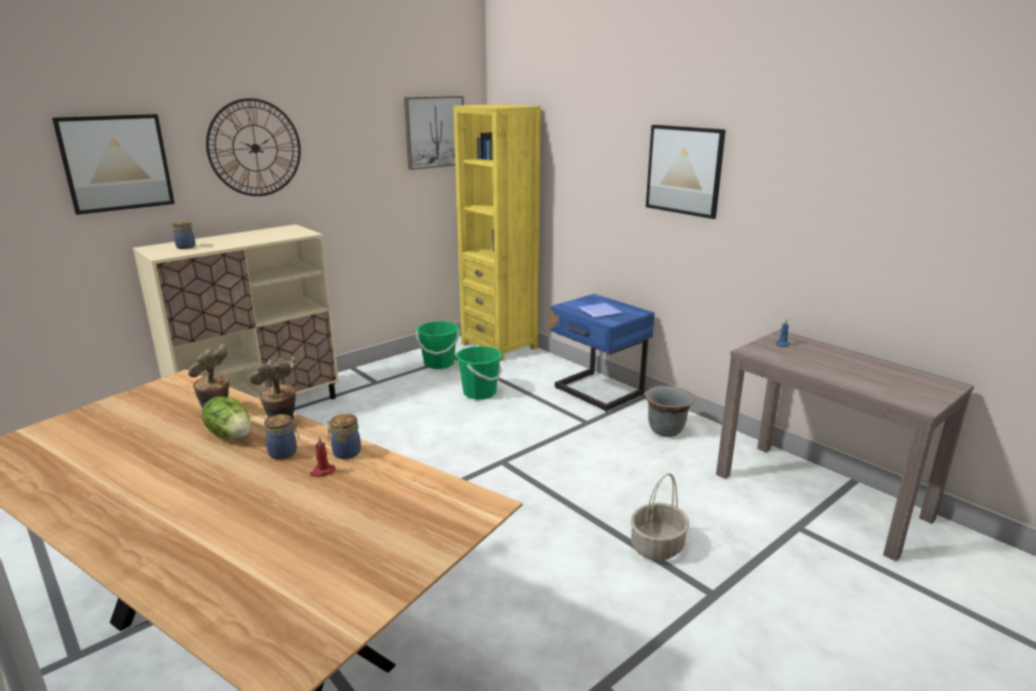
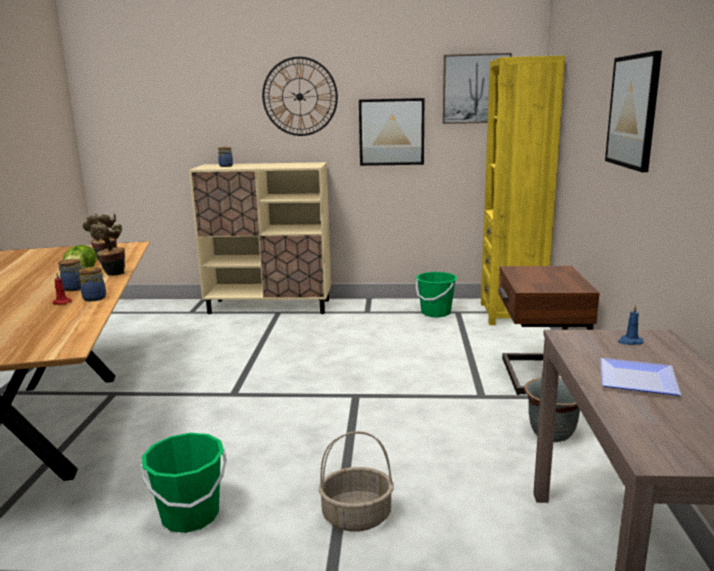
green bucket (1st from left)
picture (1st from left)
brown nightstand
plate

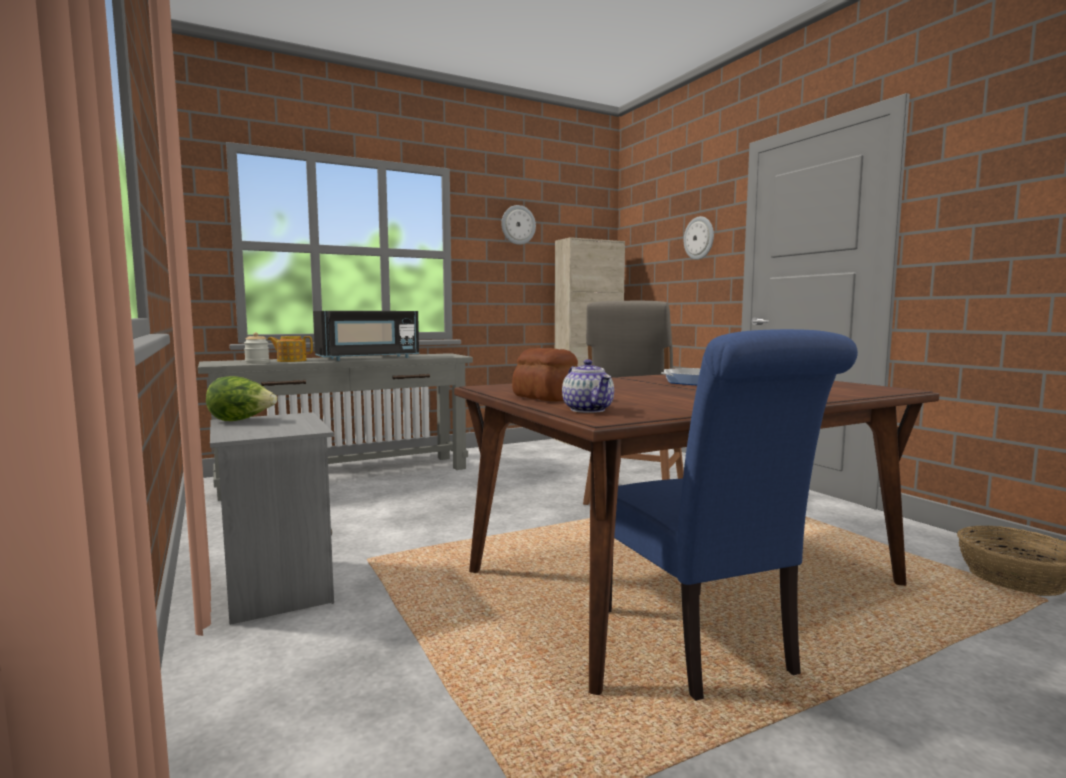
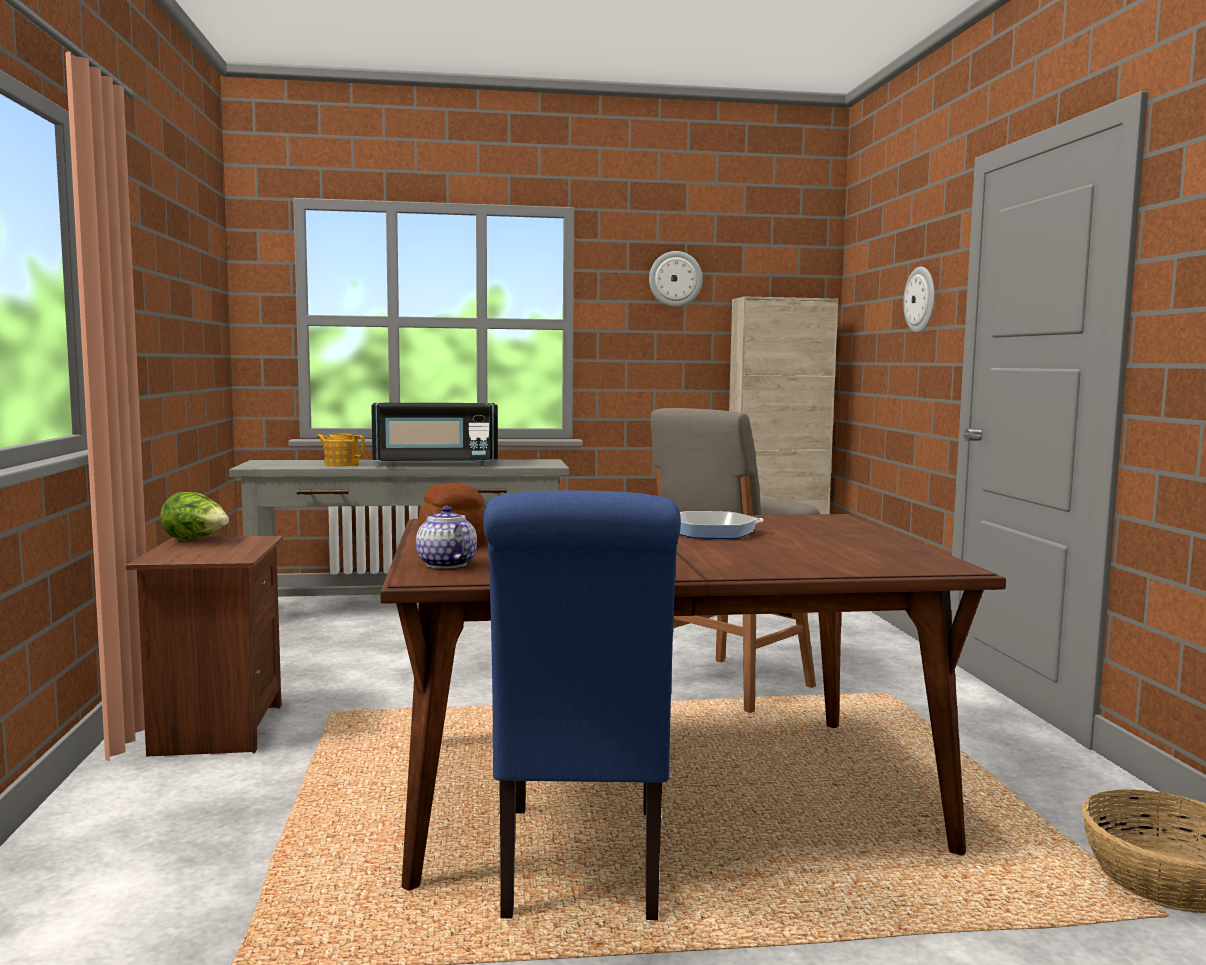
brown nightstand
teapot (2nd from left)
jar

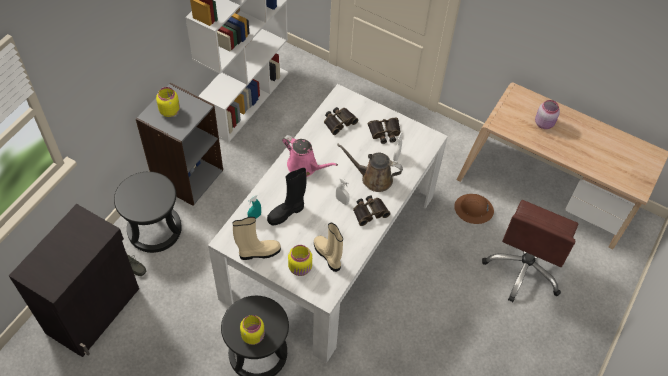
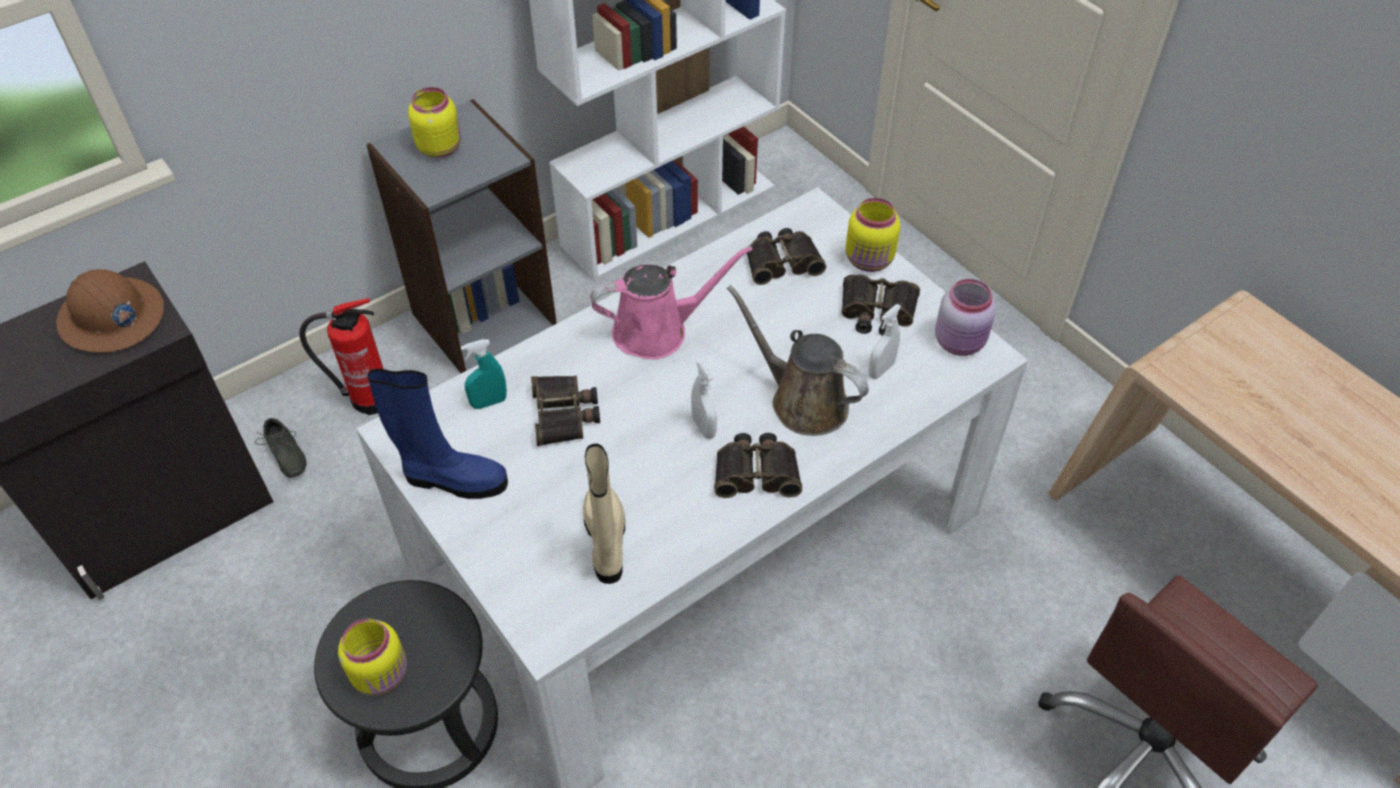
brown hard hat
fire extinguisher
blue boot
binoculars (1st from left)
pink watering can
yellow jar (3rd from left)
pink jar

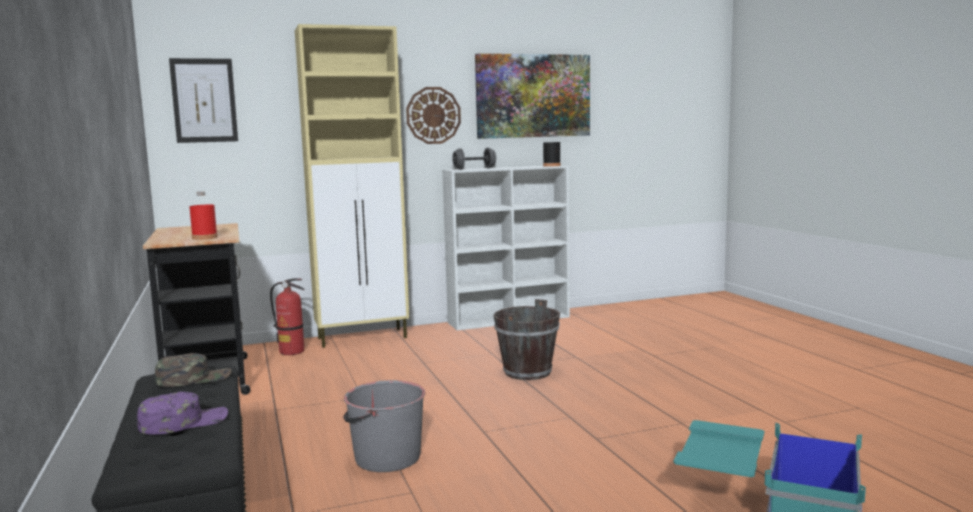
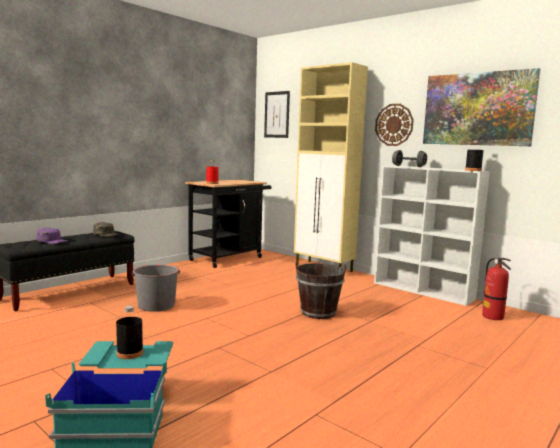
black bottle (1st from left)
fire extinguisher

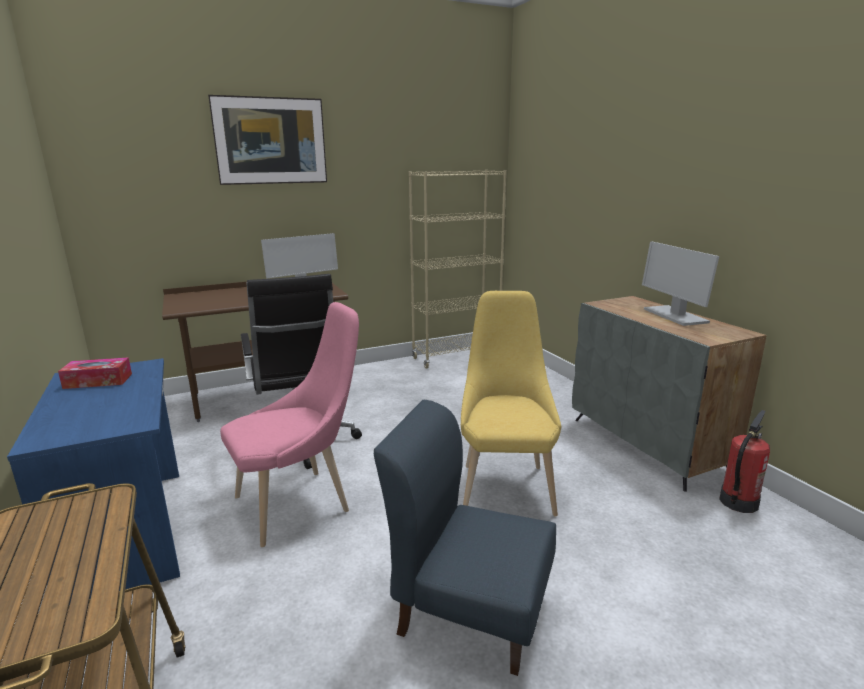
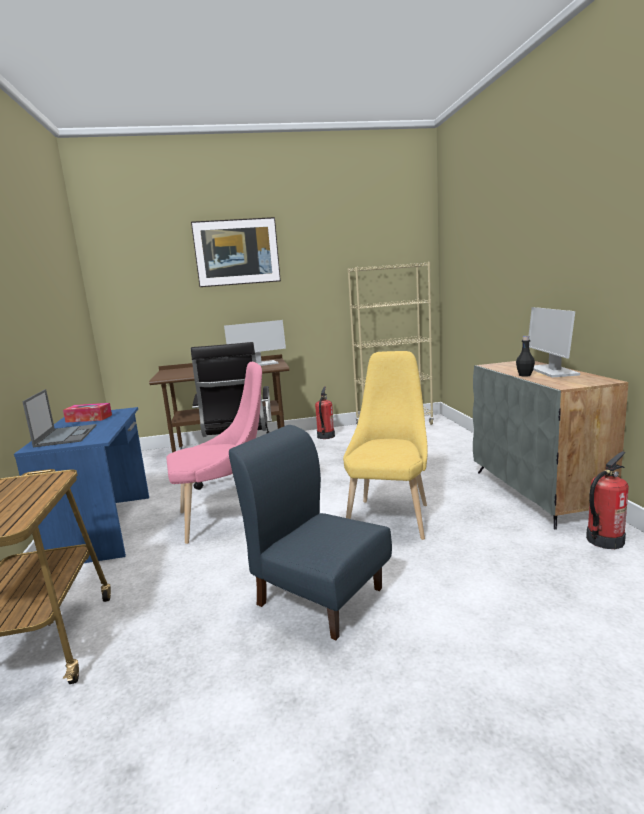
laptop
fire extinguisher (1st from left)
black bottle

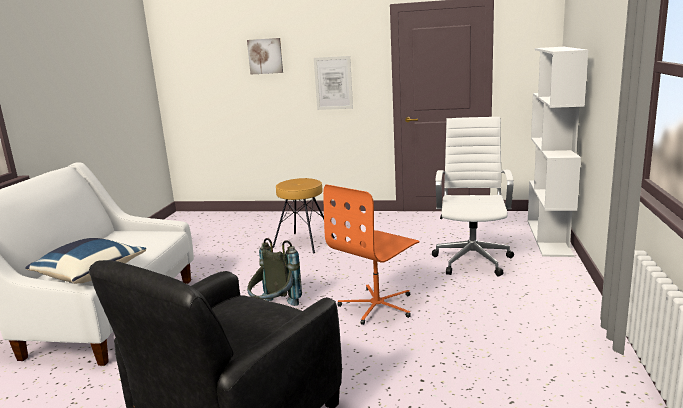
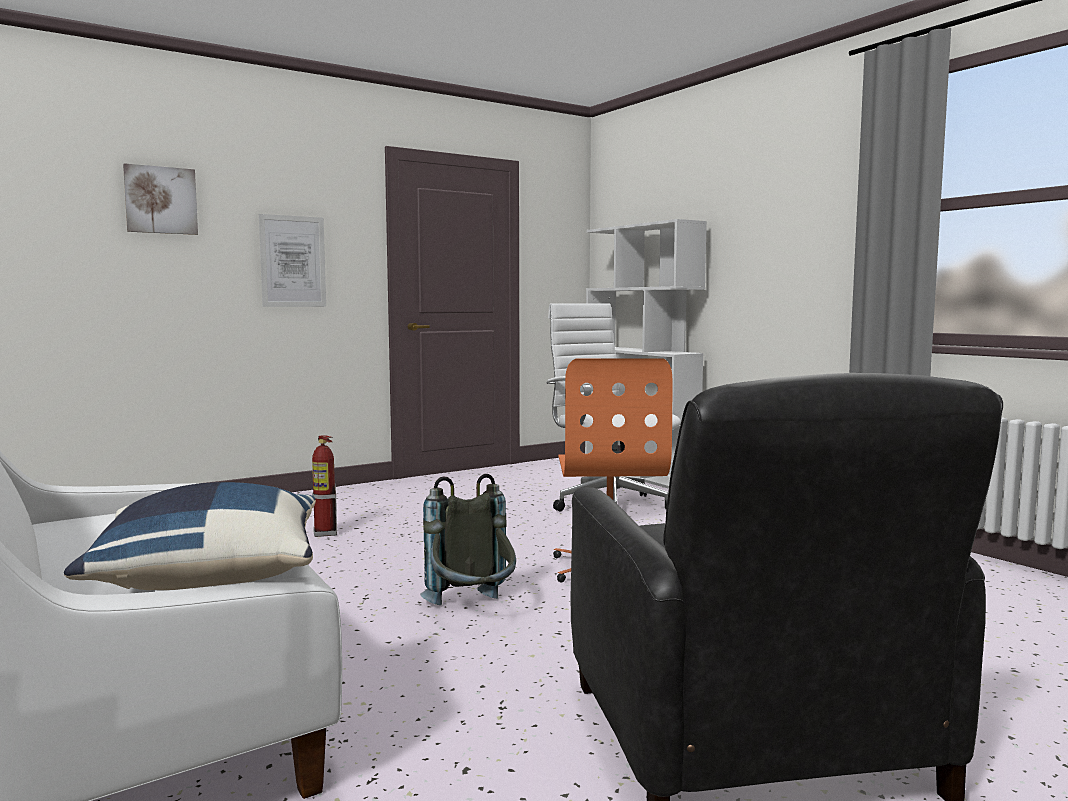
fire extinguisher

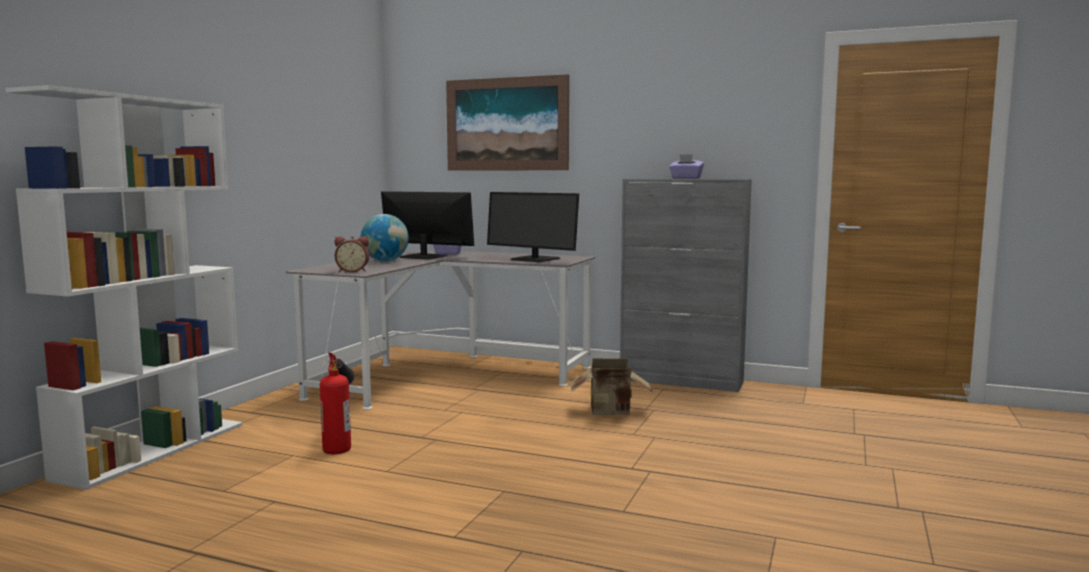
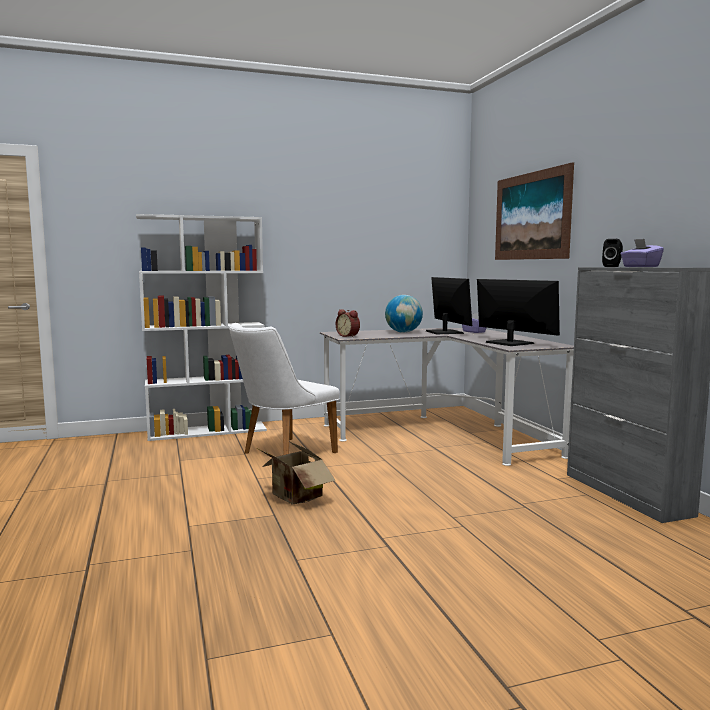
white chair
cardboard box
monitor (2nd from left)
black speaker

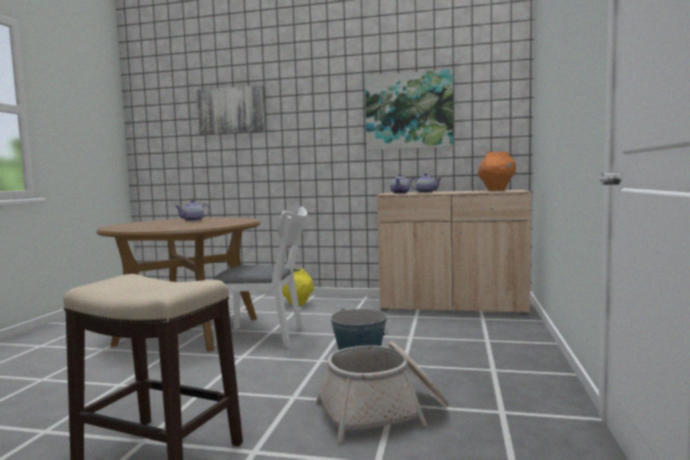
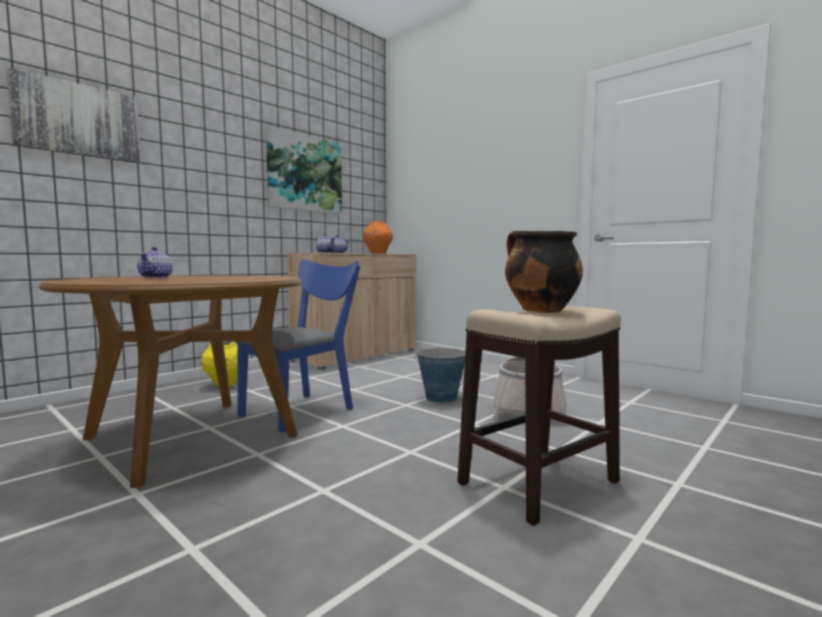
blue chair
cooking pot

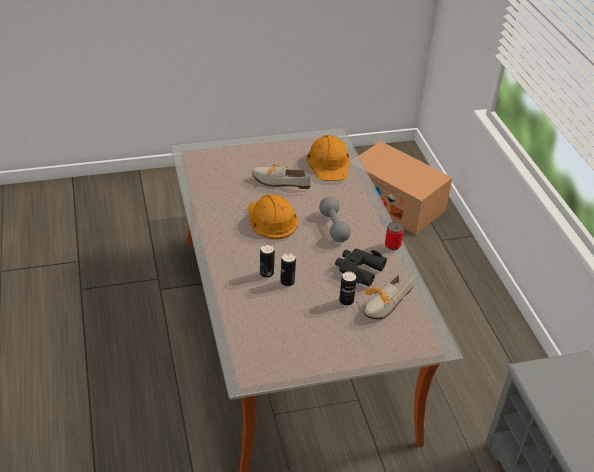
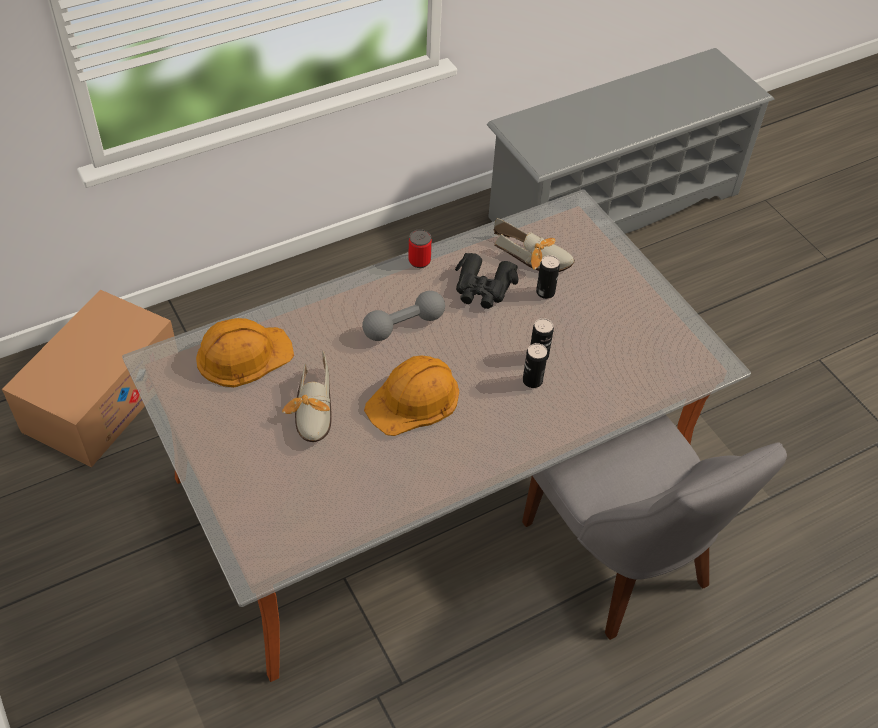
grey chair

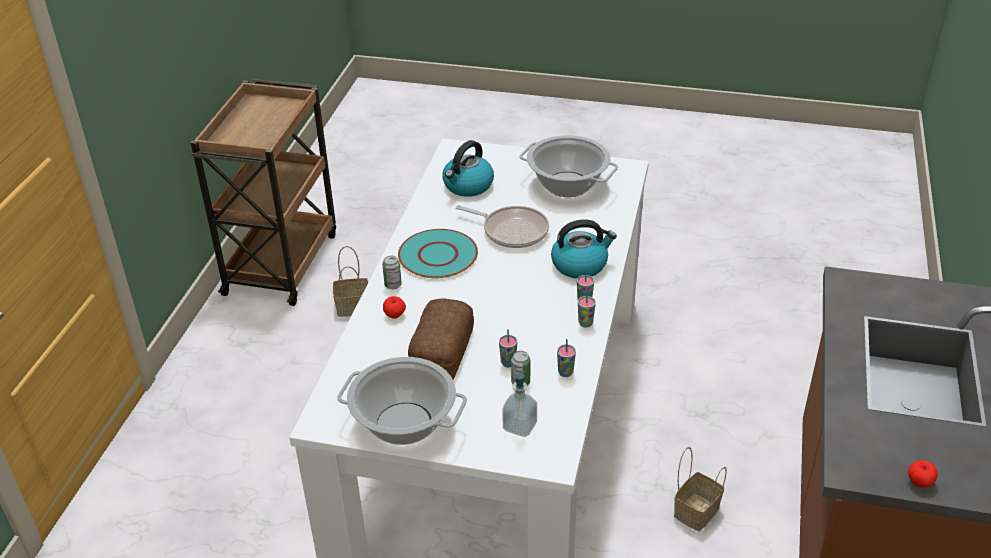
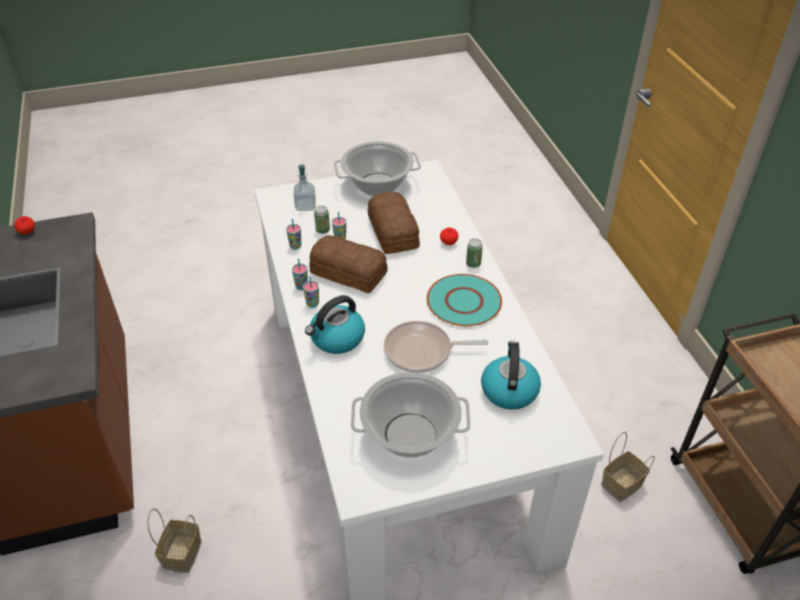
basket (1st from left)
bread (1st from left)

